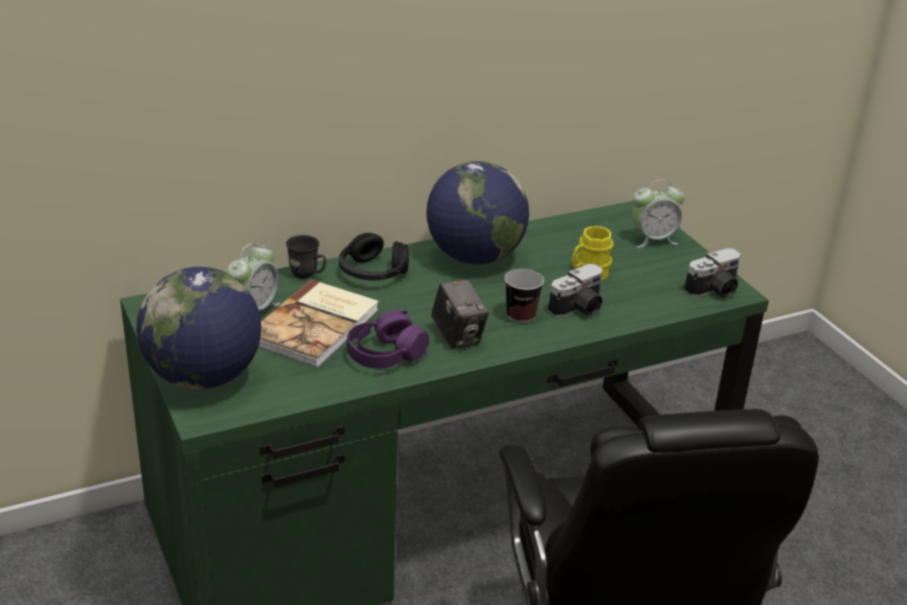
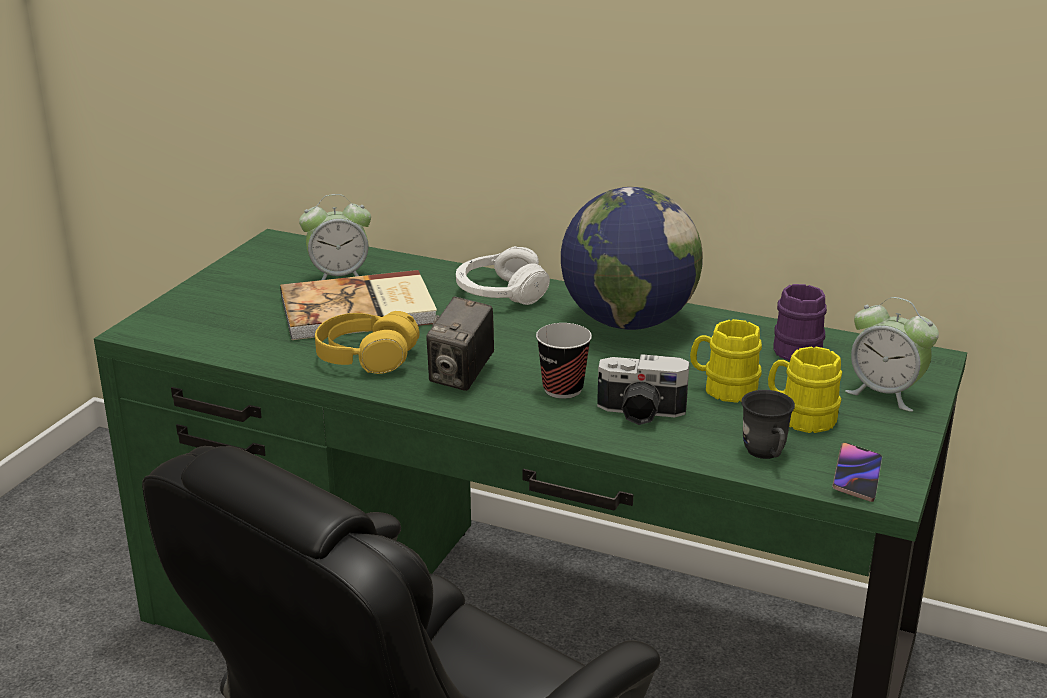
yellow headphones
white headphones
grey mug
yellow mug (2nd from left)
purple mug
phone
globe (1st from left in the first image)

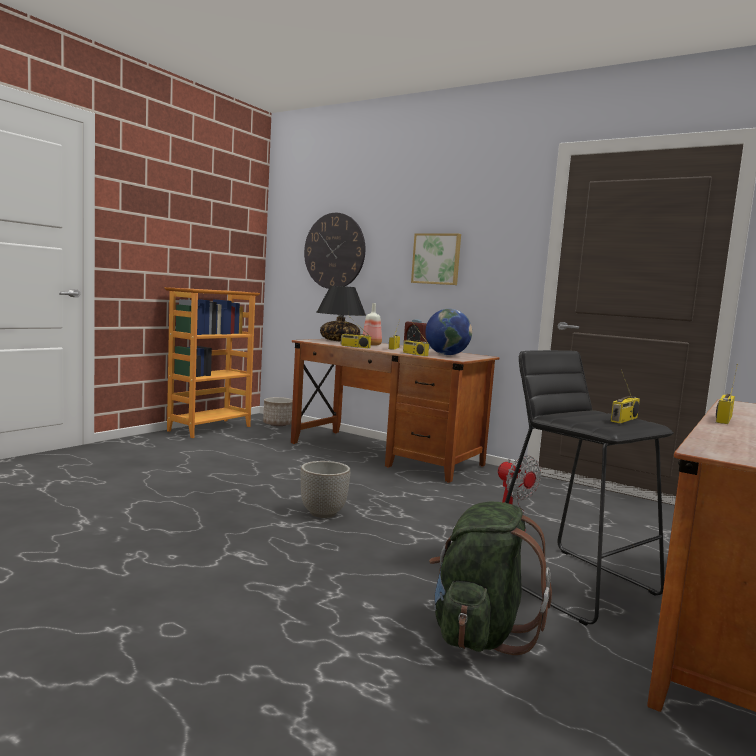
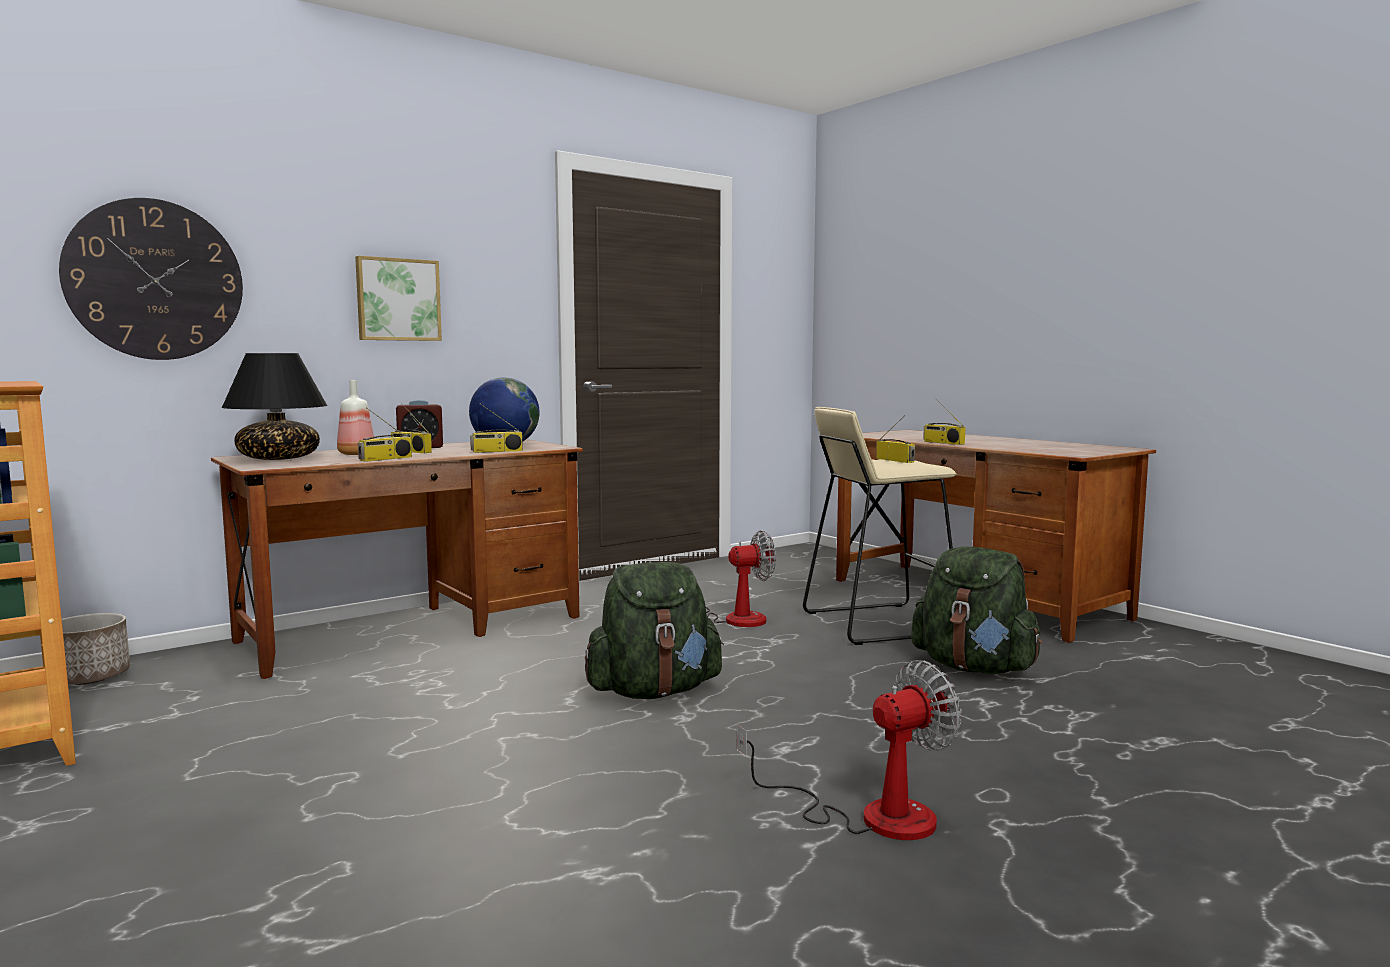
green backpack (1st from left)
fan (2nd from left)
beige stool

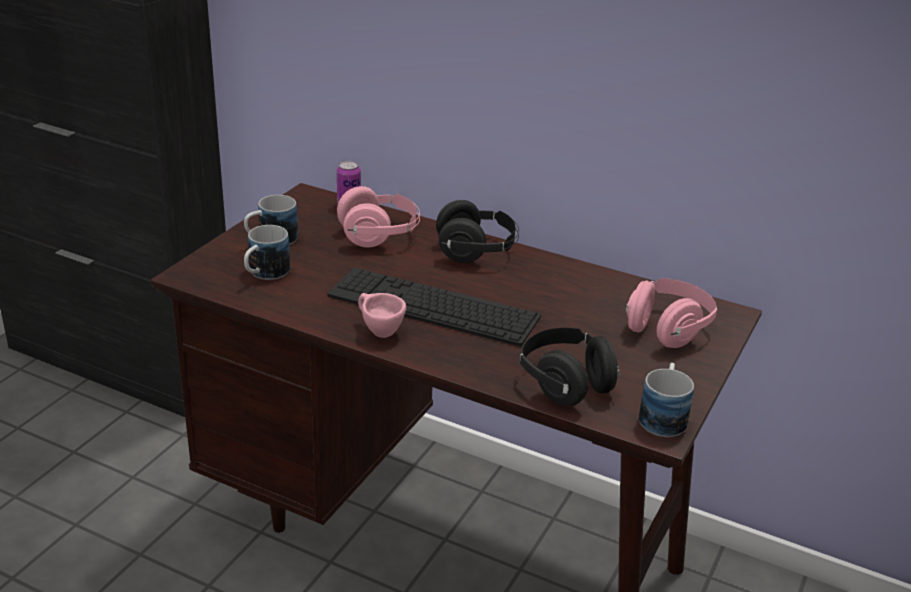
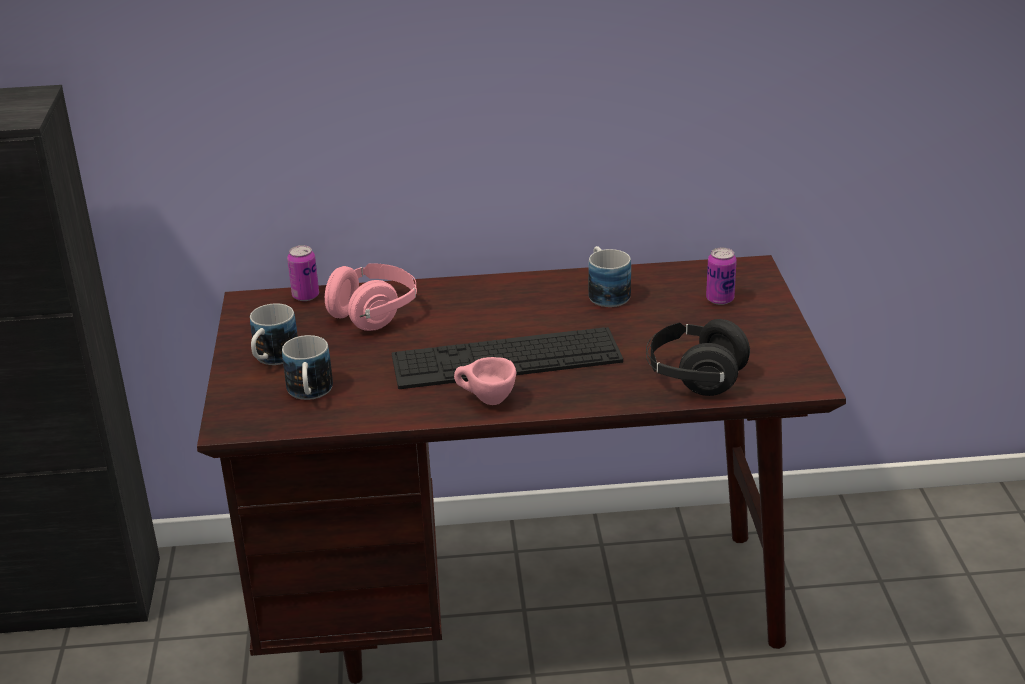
mug (3rd from left)
can (2nd from left)
black headphones (1st from left in the first image)

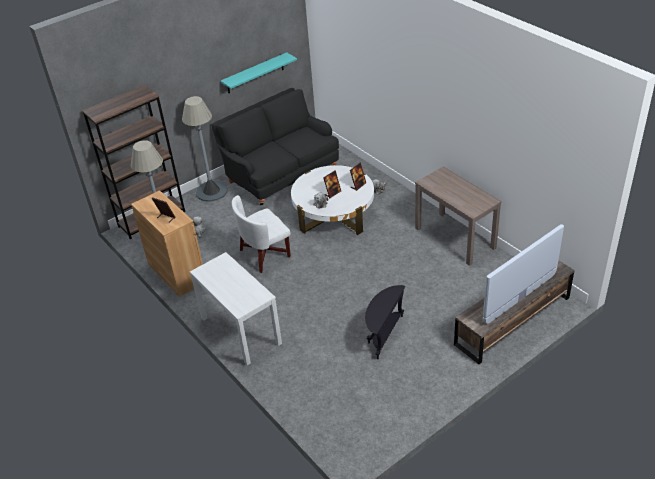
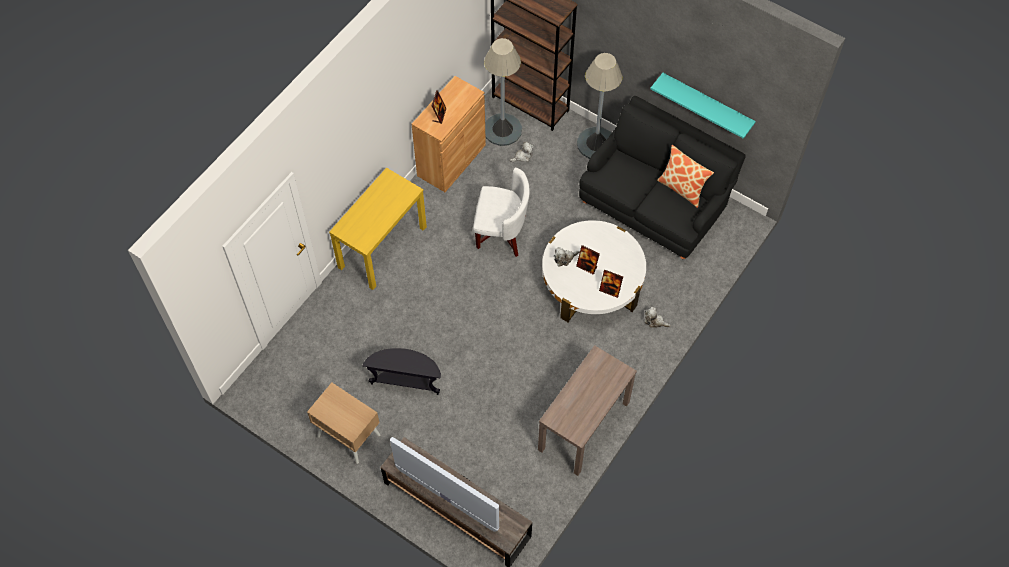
beige nightstand
yellow console table
white armchair
pillow

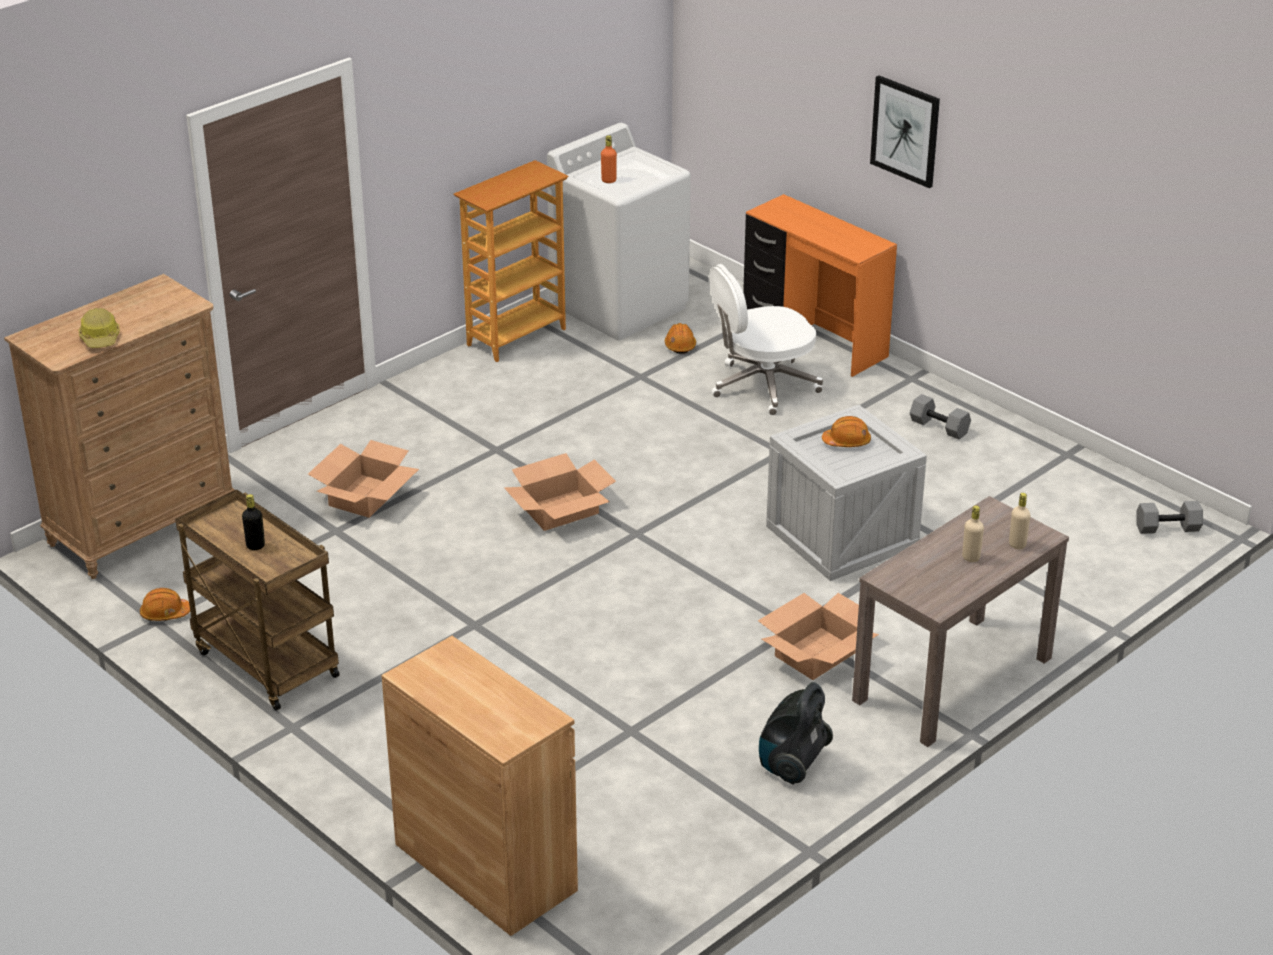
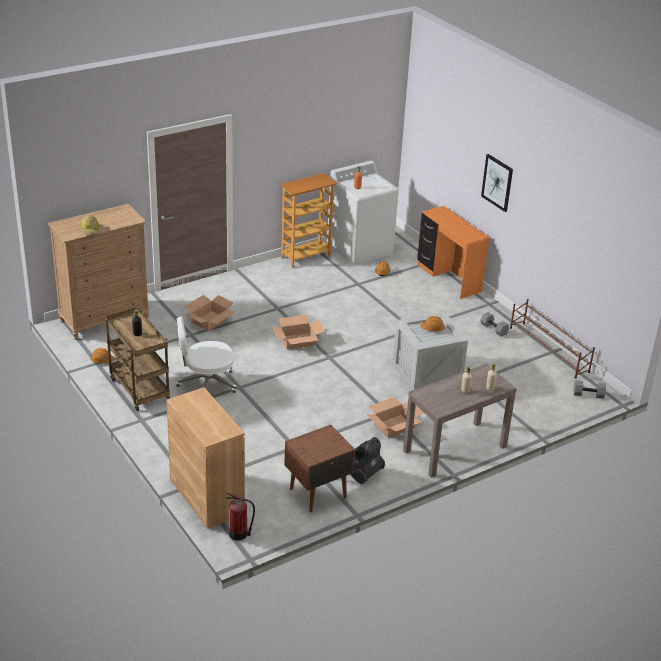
white office chair
fire extinguisher
brown nightstand
brown shoe rack

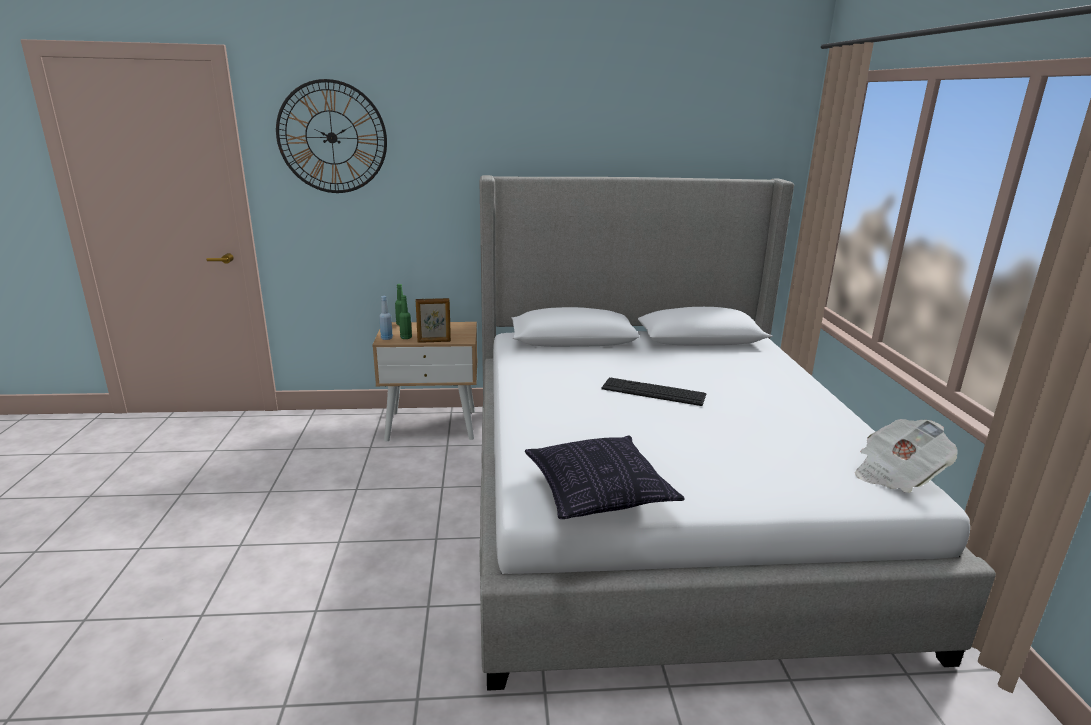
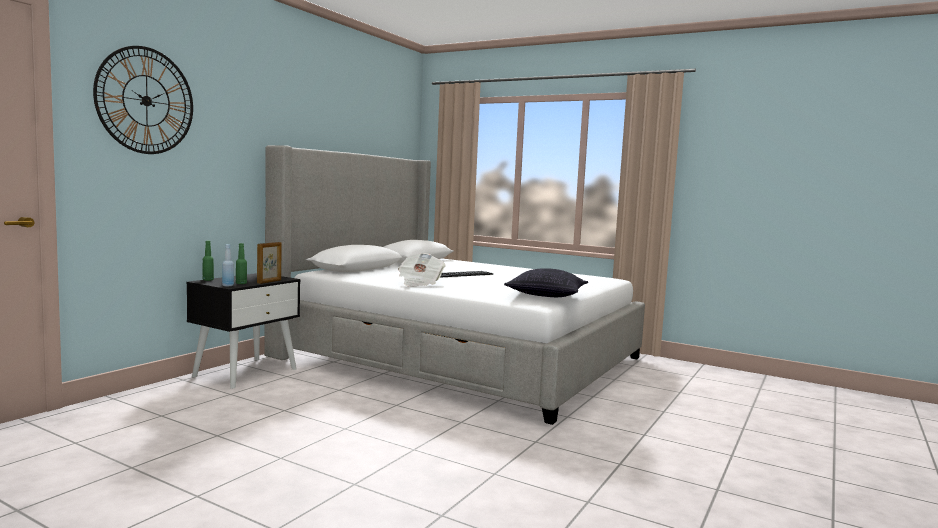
black nightstand
newspaper

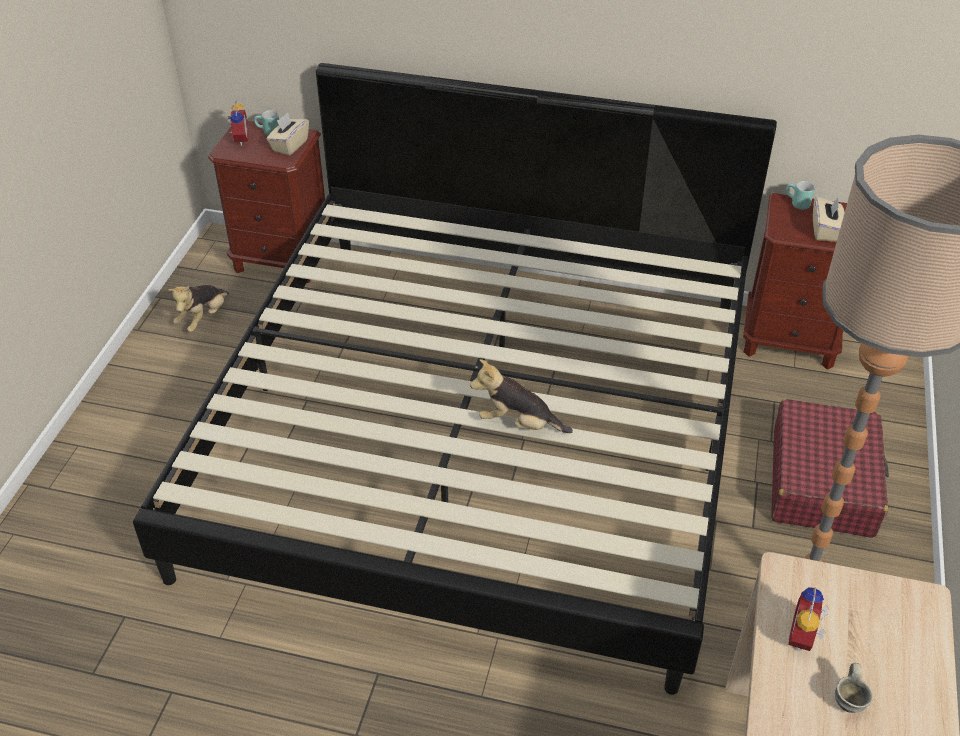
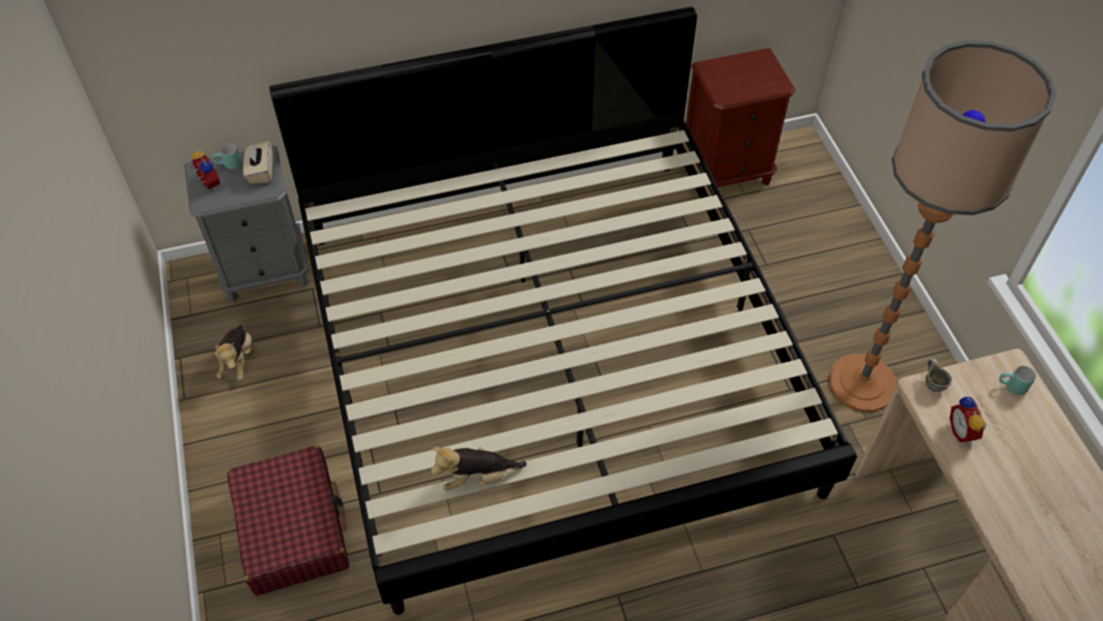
grey nightstand
red suitcase
plush toy (2nd from left)
grey mug
turquoise mug (2nd from left)
beige tissue box (2nd from left in the first image)

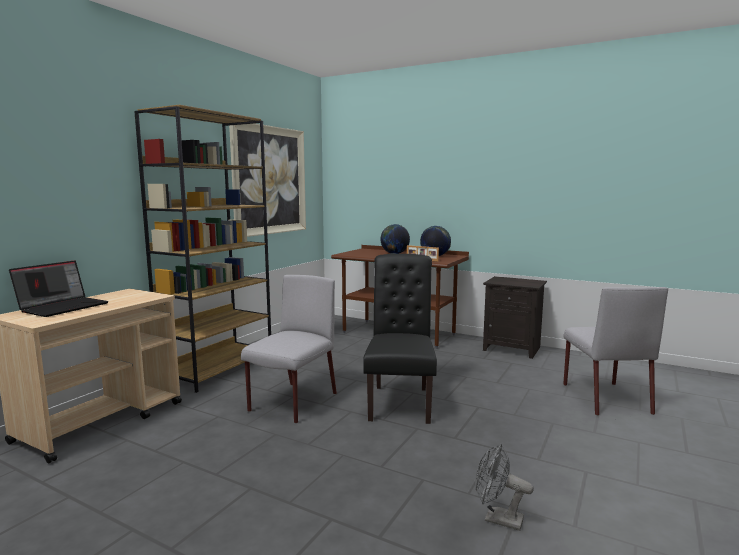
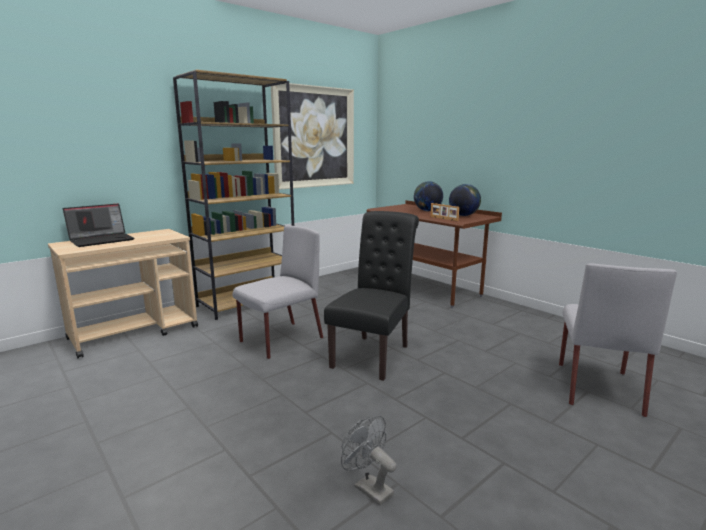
black nightstand

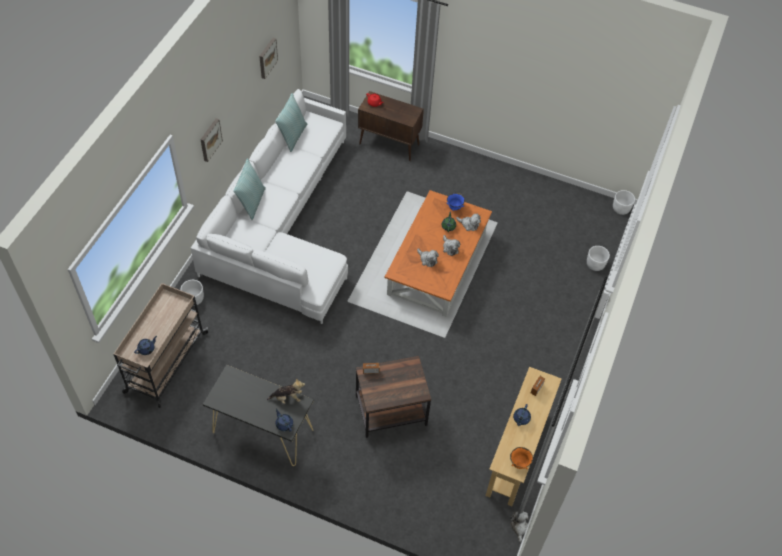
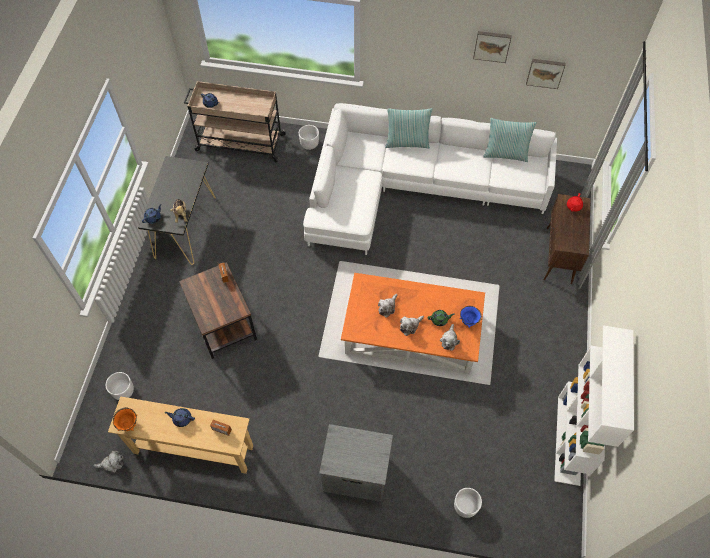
white planter (1st from left)
grey nightstand
picture (1st from left)
white bookcase

